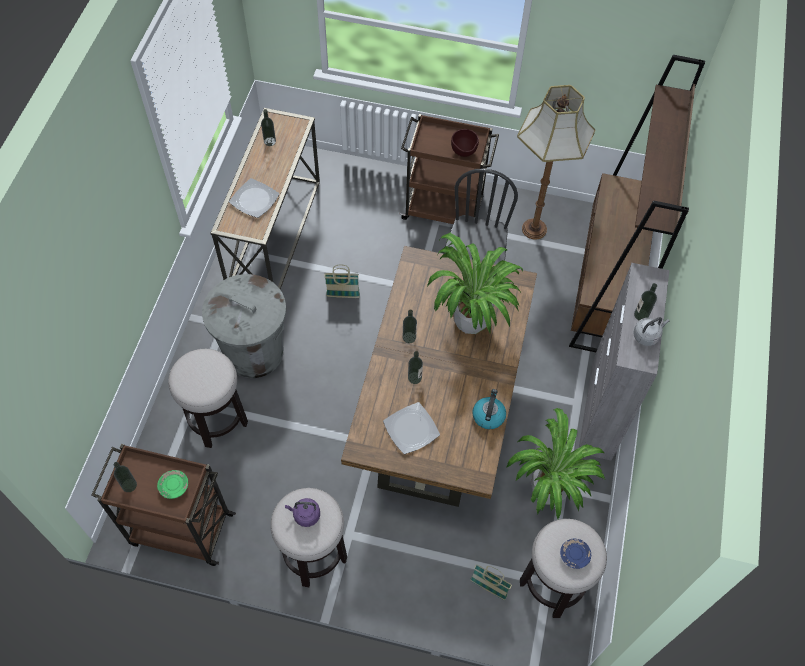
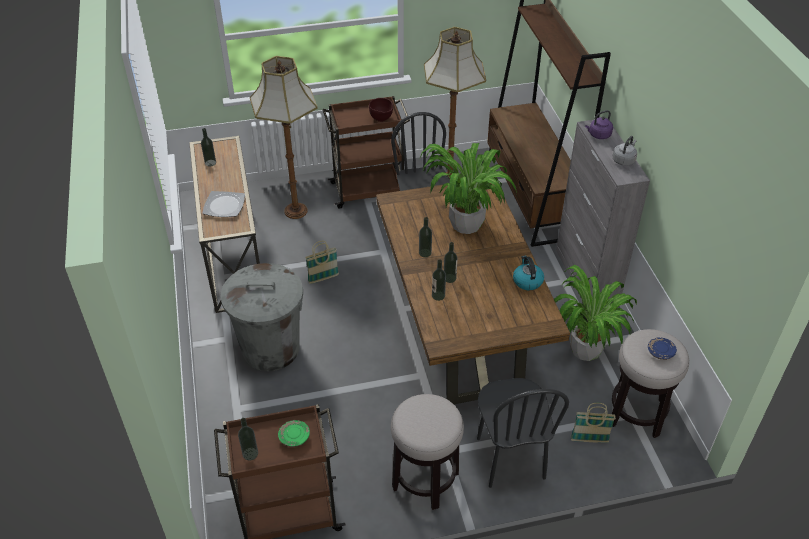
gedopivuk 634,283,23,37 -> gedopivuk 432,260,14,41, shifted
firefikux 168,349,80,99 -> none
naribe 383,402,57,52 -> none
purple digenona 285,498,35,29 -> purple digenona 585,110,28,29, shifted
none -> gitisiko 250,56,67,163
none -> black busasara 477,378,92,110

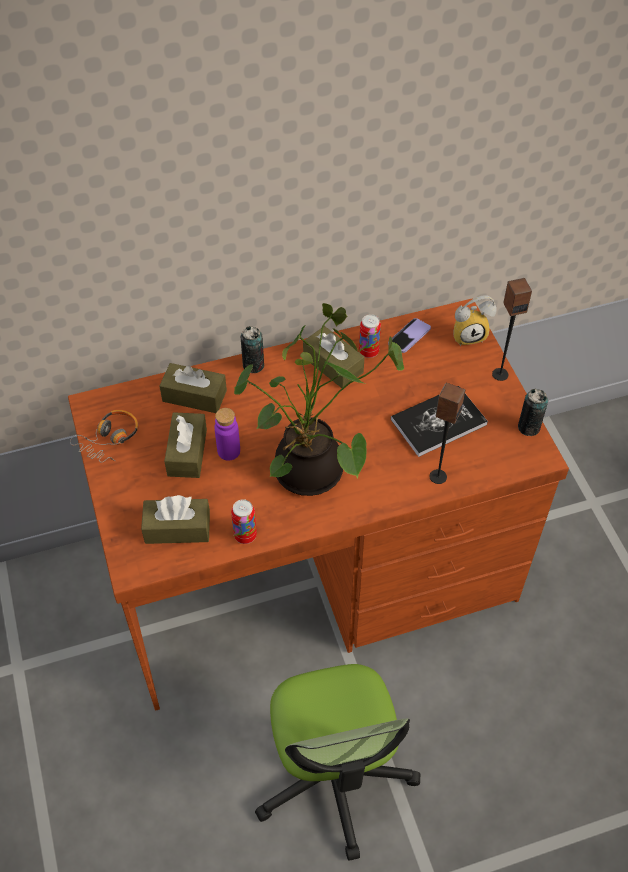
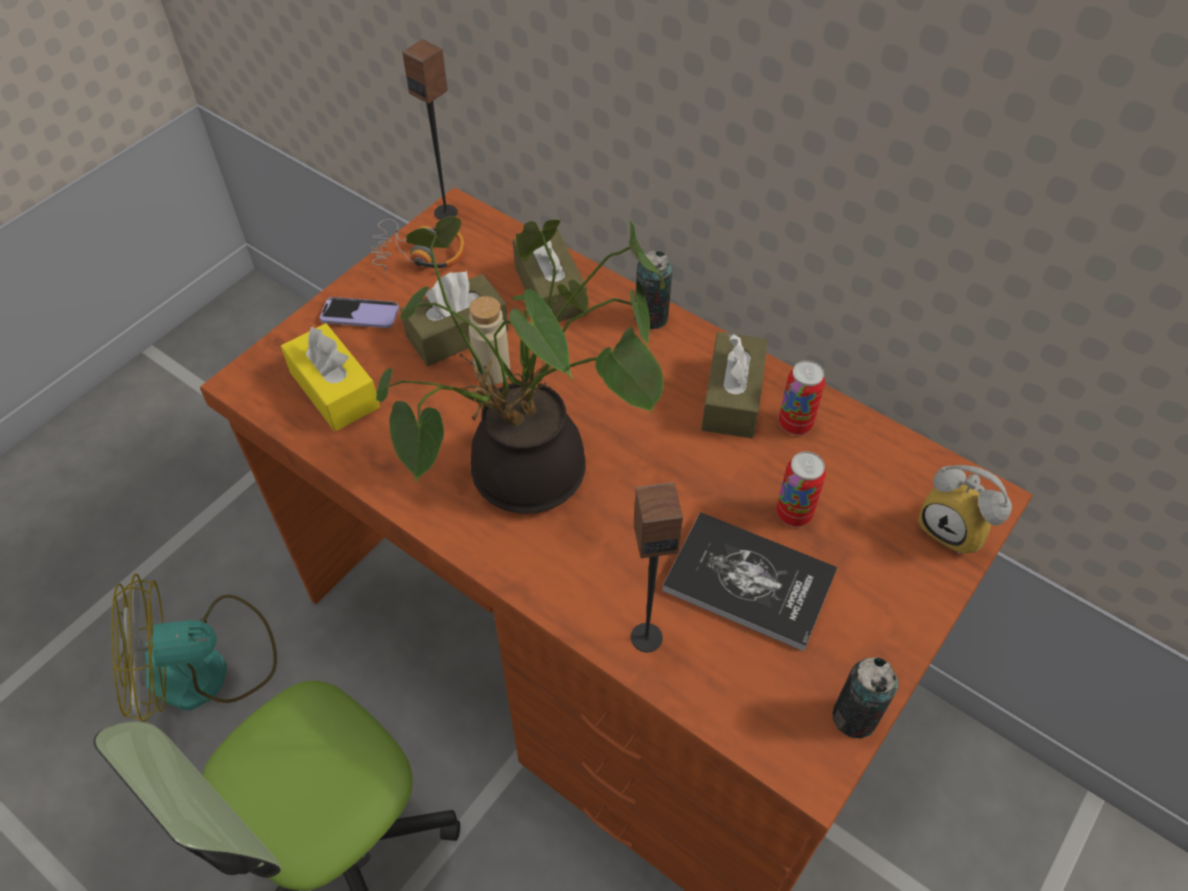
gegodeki 492,278,40,103 -> gegodeki 402,39,56,181, shifted
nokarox 388,318,43,35 -> nokarox 320,297,79,31, shifted
purple gedopivuk 214,408,26,52 -> beige gedopivuk 469,296,41,89
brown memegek 141,495,69,49 -> yellow memegek 281,323,99,108
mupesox 231,499,26,45 -> mupesox 776,451,50,76, shifted
none -> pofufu 111,574,166,148

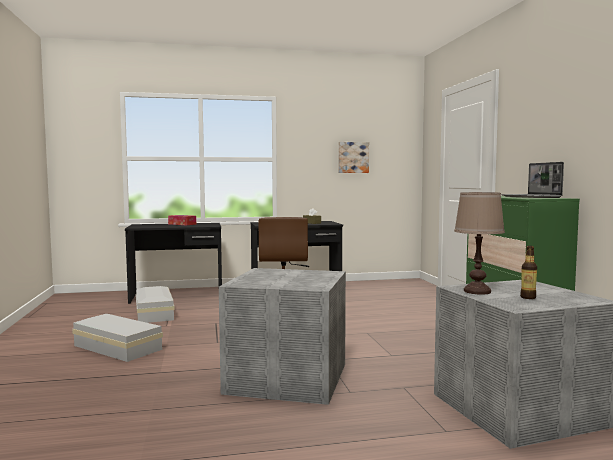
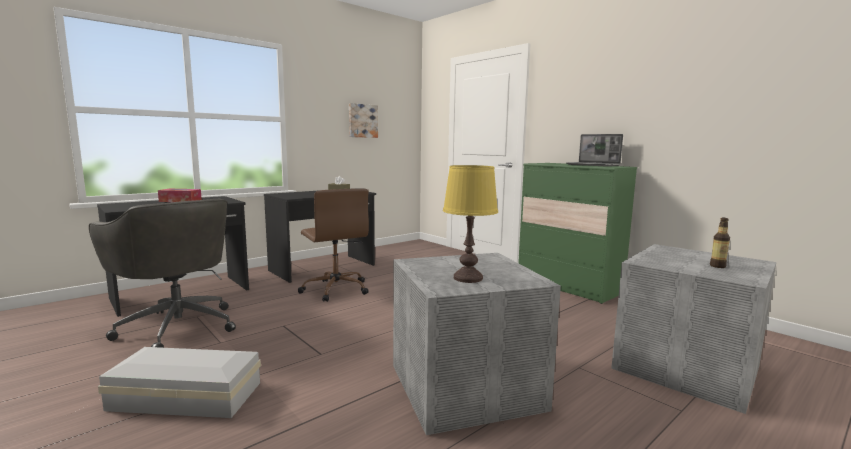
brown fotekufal 454,192,51,103 -> none
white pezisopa 136,286,39,37 -> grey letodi 89,199,147,149
none -> yellow fotekufal 443,165,55,118

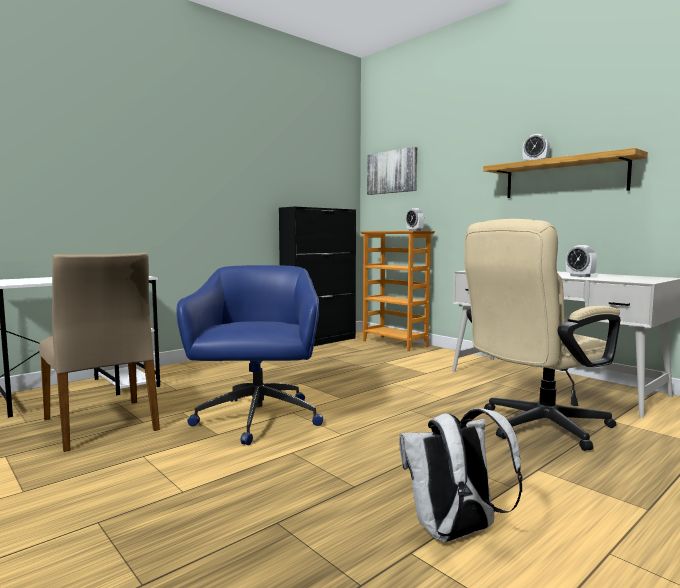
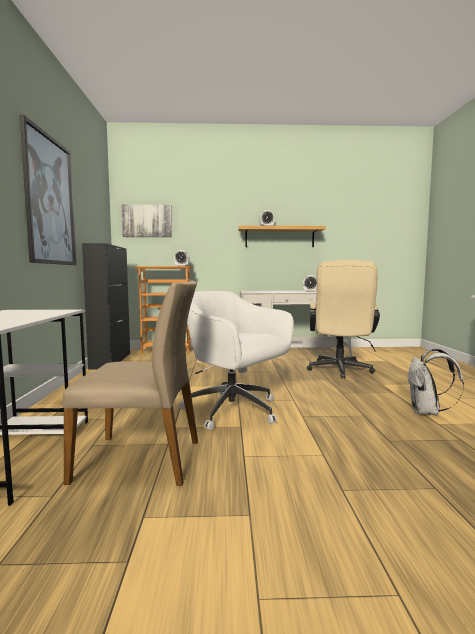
blue letodi 176,265,147,180 -> white letodi 179,291,115,139
none -> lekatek 20,115,57,150

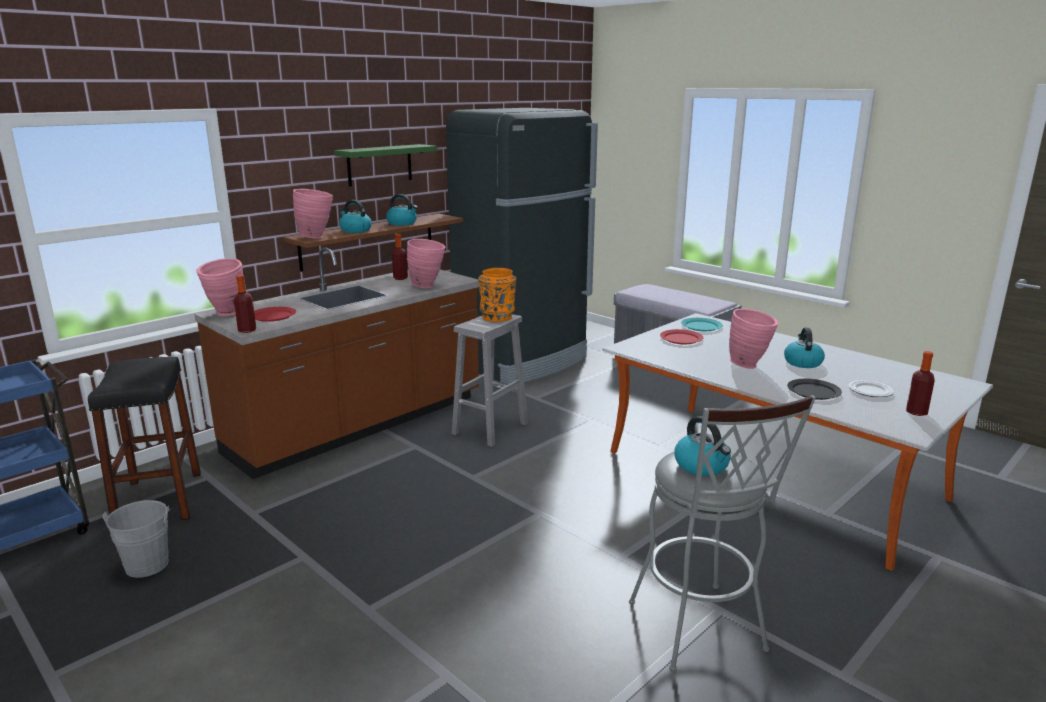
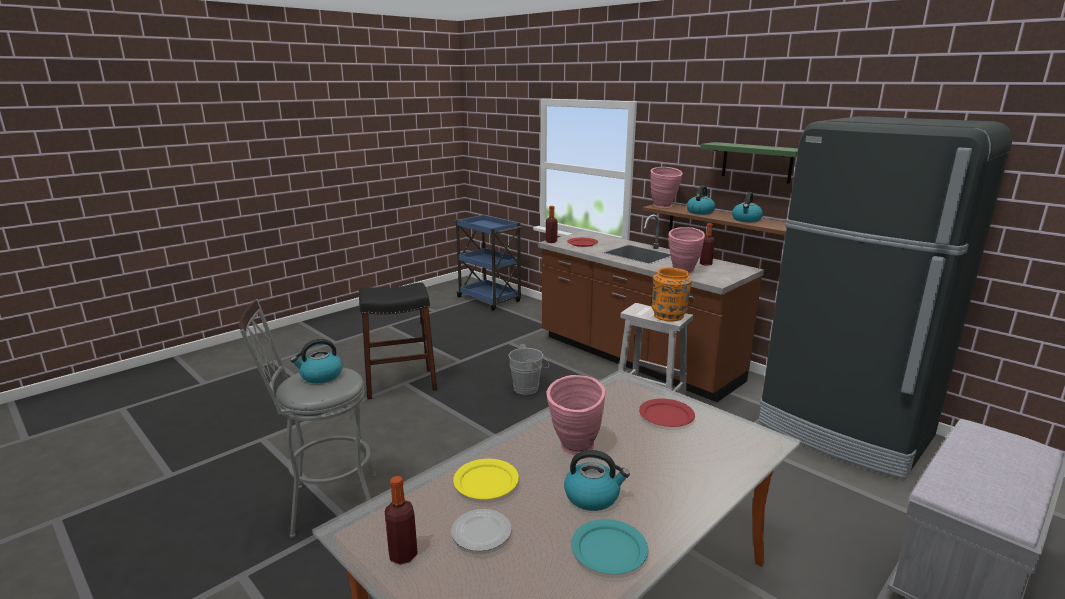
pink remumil 196,259,47,57 -> none
turquoise naribe 681,318,42,13 -> turquoise naribe 571,519,77,56, shifted
black firefikux 88,357,113,163 -> black firefikux 359,282,78,117, shifted
black naribe 787,379,55,21 -> yellow naribe 453,459,66,40
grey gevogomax 103,500,67,78 -> grey gevogomax 509,344,40,51, shifted

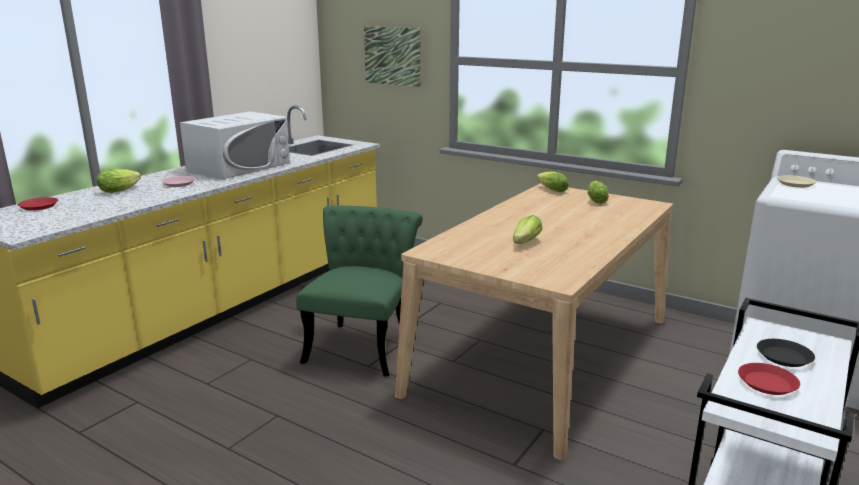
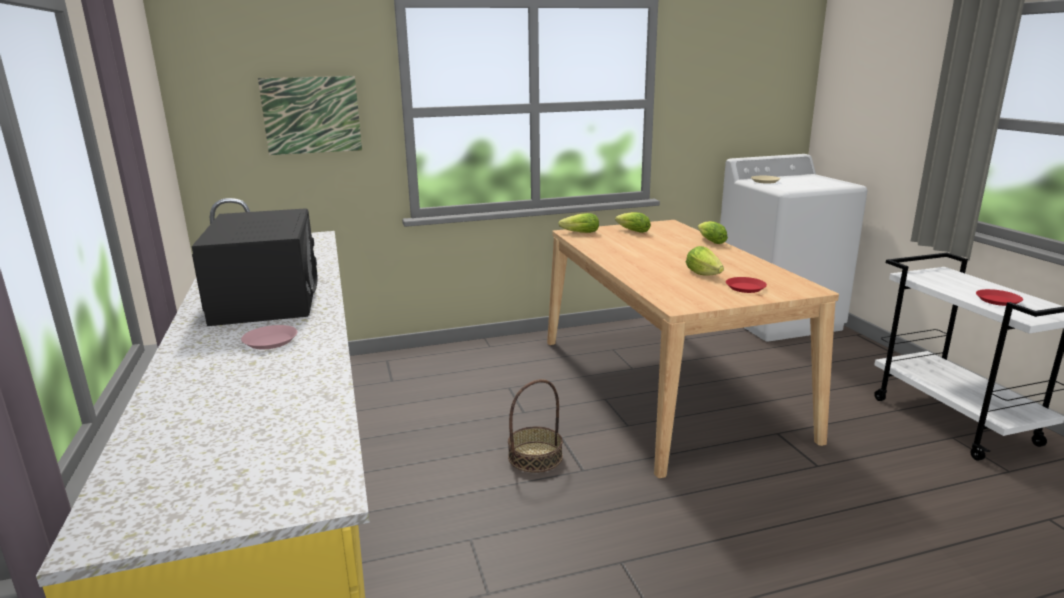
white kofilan 180,111,110,69 -> black kofilan 192,208,126,118
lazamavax 97,169,44,24 -> lazamavax 698,221,30,23, shifted
red naribe 18,197,40,14 -> red naribe 726,277,41,16, shifted
green busasara 296,205,127,172 -> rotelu 508,379,55,94
black naribe 757,339,58,28 -> none

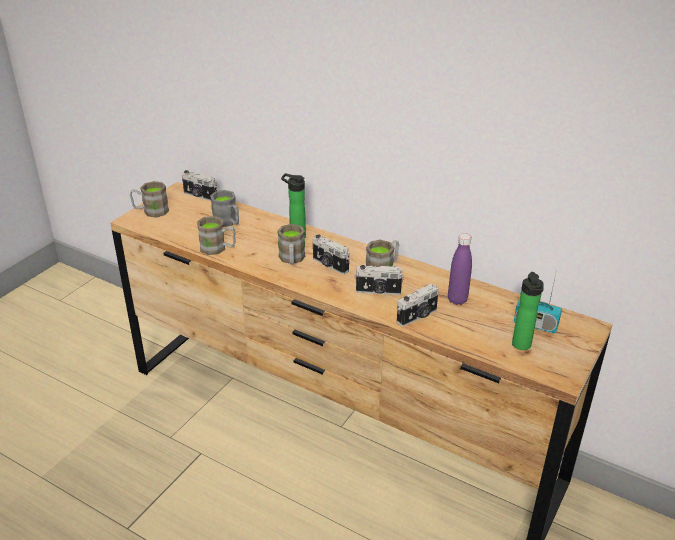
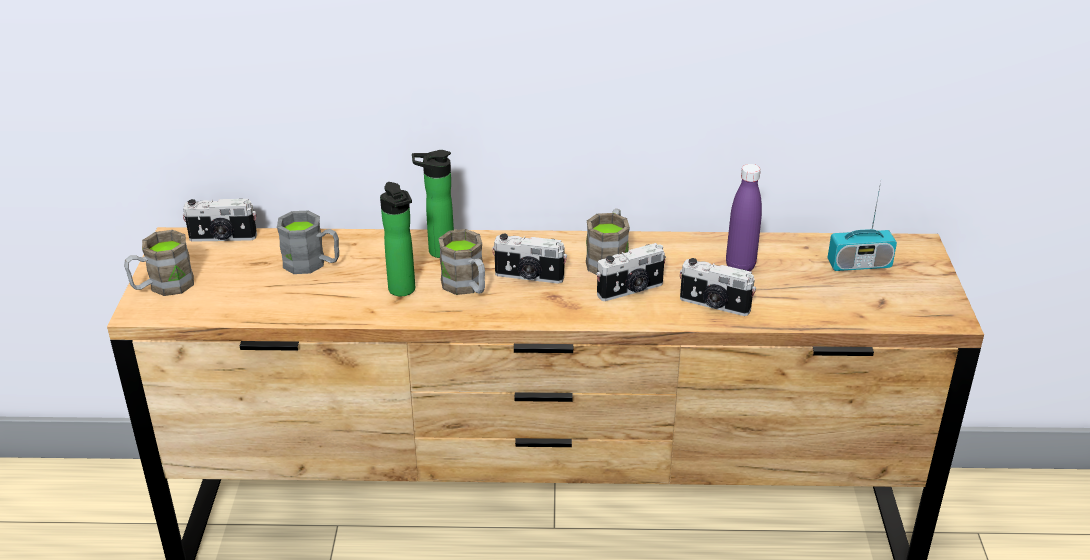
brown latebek 197,216,39,39 -> none
gedopivuk 512,272,32,78 -> gedopivuk 380,182,35,114, shifted
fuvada 397,284,42,43 -> fuvada 680,258,76,58, 90 degrees clockwise

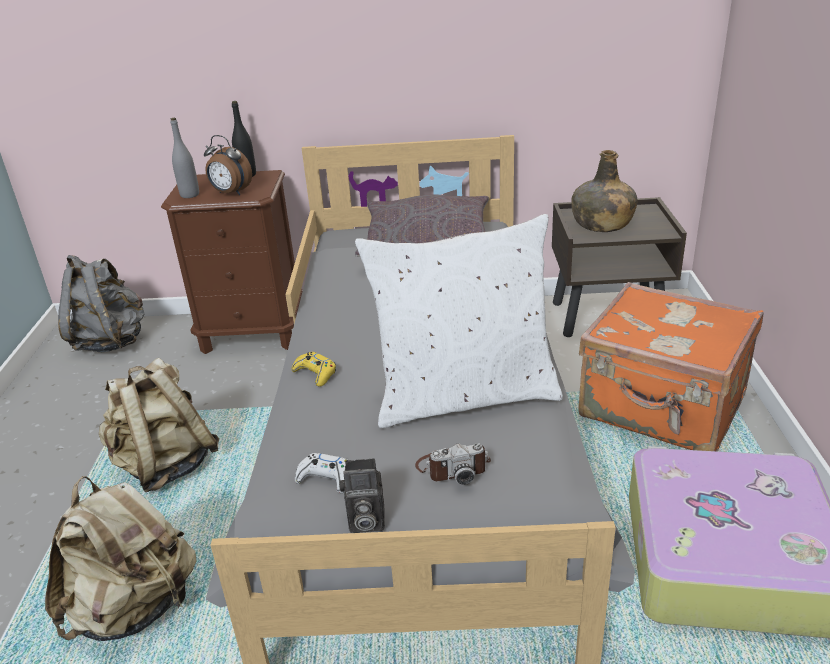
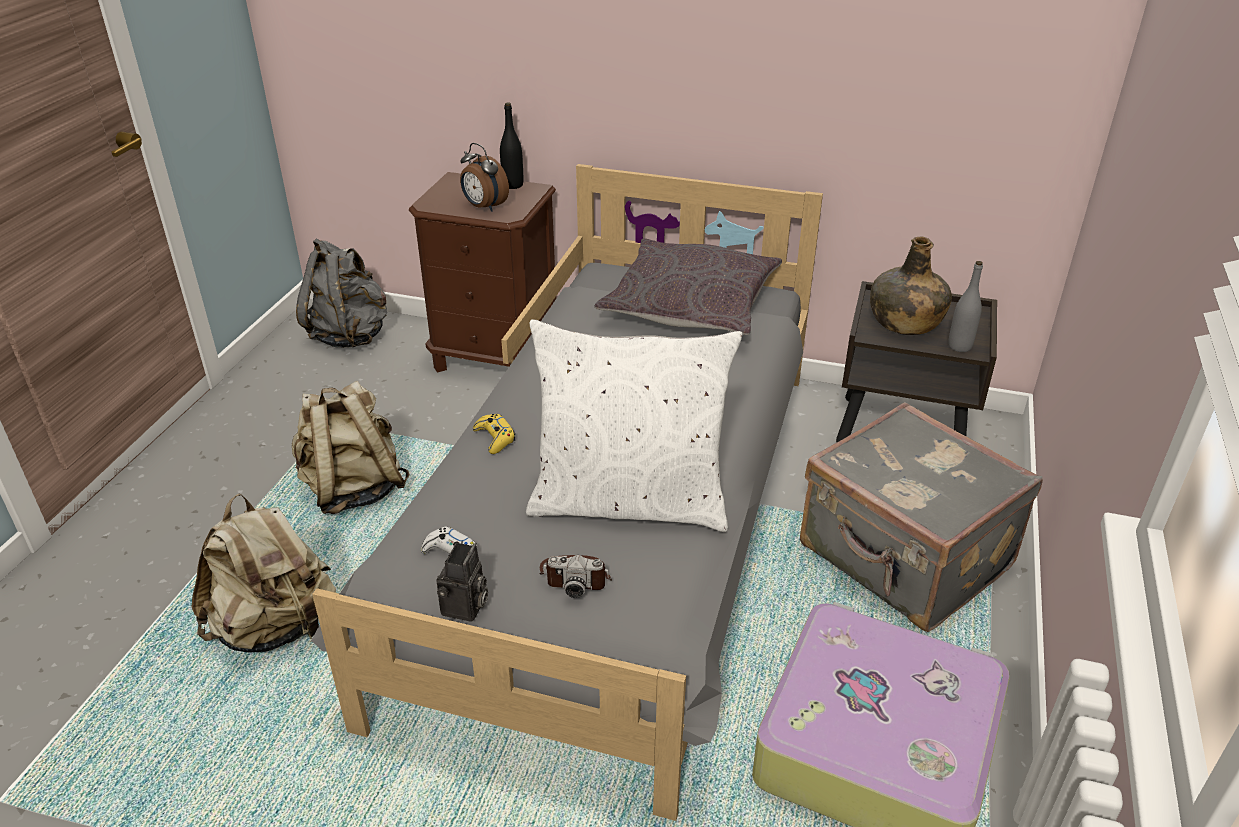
grey gedopivuk 170,118,29,80 -> grey gedopivuk 948,261,35,91, shifted
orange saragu 578,282,185,169 -> grey saragu 800,402,243,230
fuvada 340,458,45,75 -> fuvada 437,543,51,78, 90 degrees counterclockwise

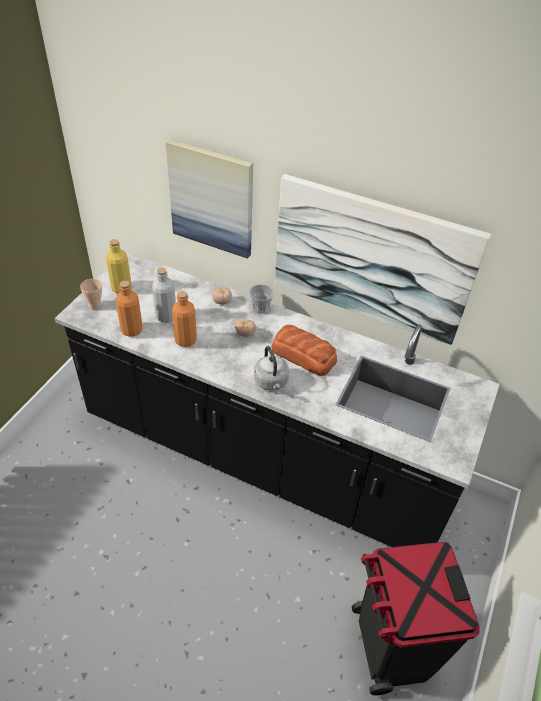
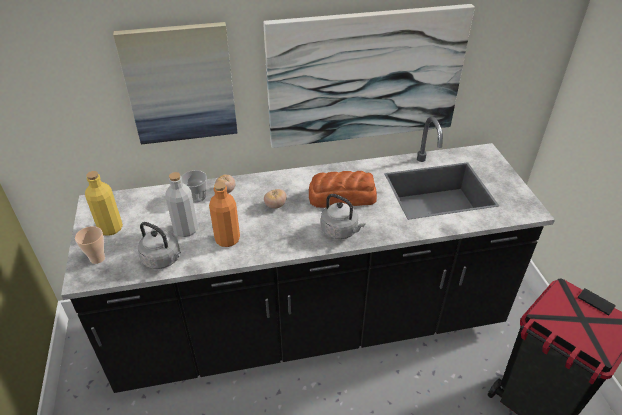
orange gedopivuk 116,281,27,56 -> grey digenona 138,222,43,47
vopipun 249,284,25,30 -> vopipun 181,170,26,33, shifted

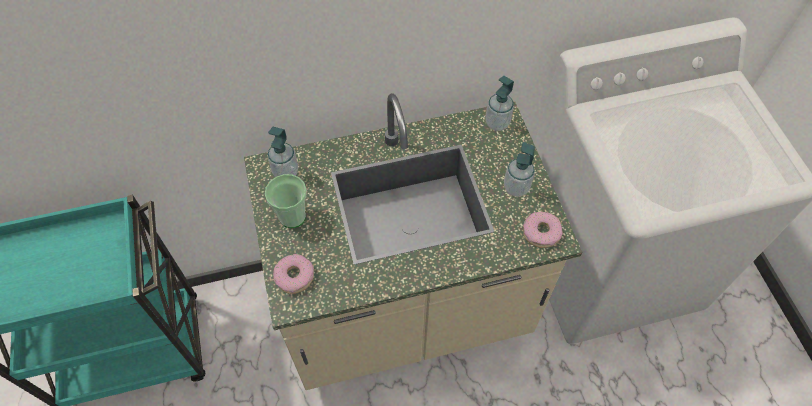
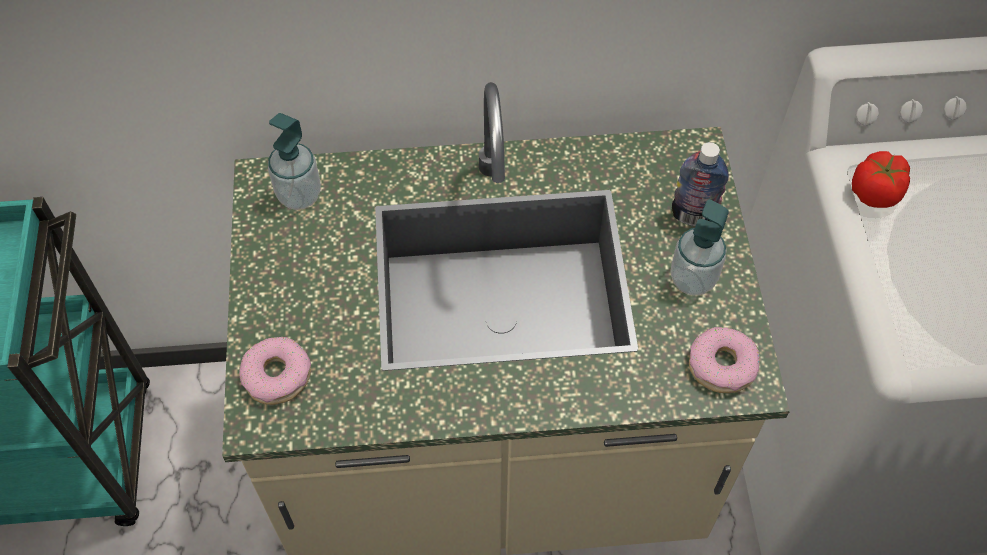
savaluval 485,76,29,55 -> none
vopipun 265,174,42,54 -> none
none -> gedopivuk 672,142,57,84
none -> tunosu 852,151,58,57

